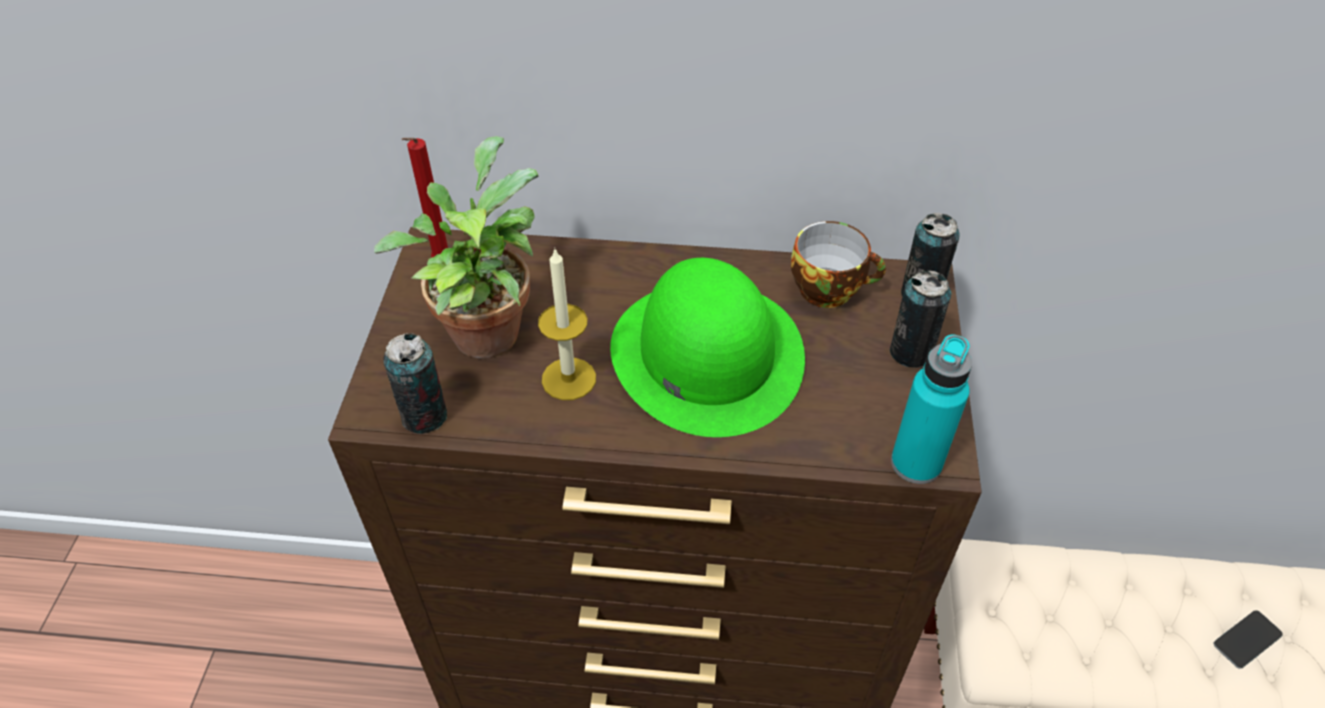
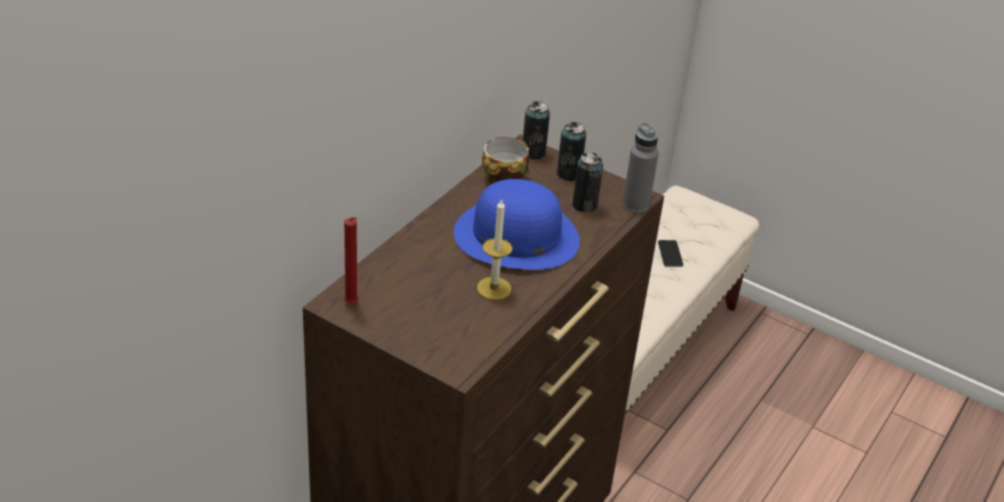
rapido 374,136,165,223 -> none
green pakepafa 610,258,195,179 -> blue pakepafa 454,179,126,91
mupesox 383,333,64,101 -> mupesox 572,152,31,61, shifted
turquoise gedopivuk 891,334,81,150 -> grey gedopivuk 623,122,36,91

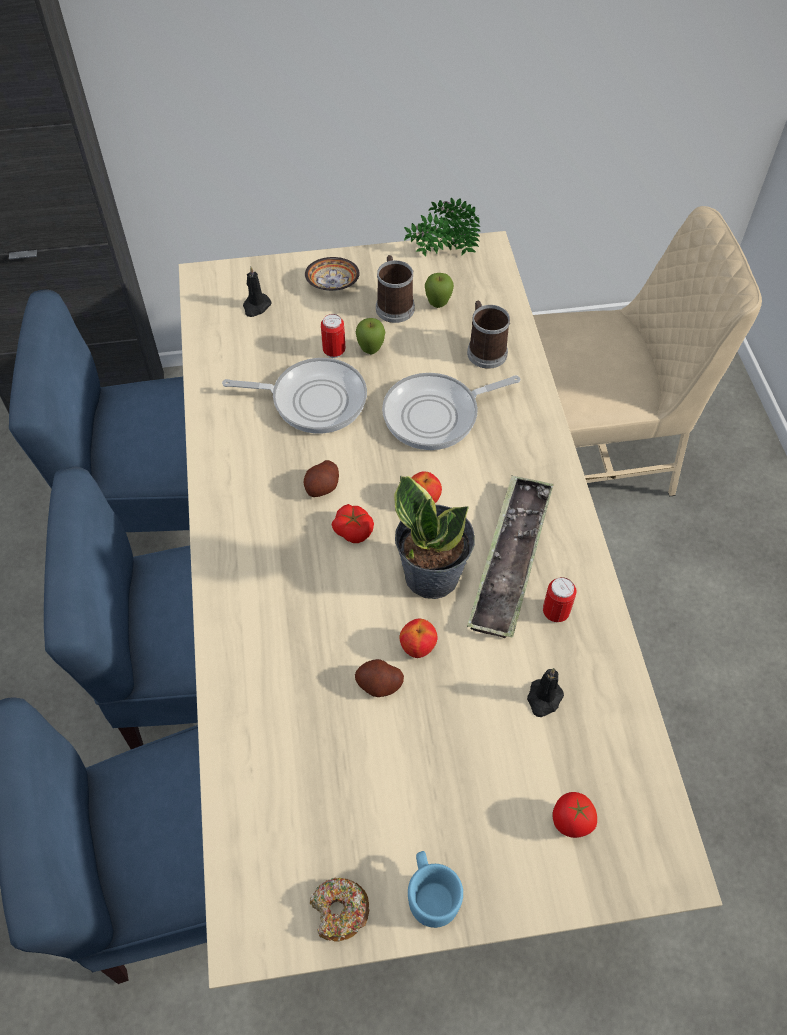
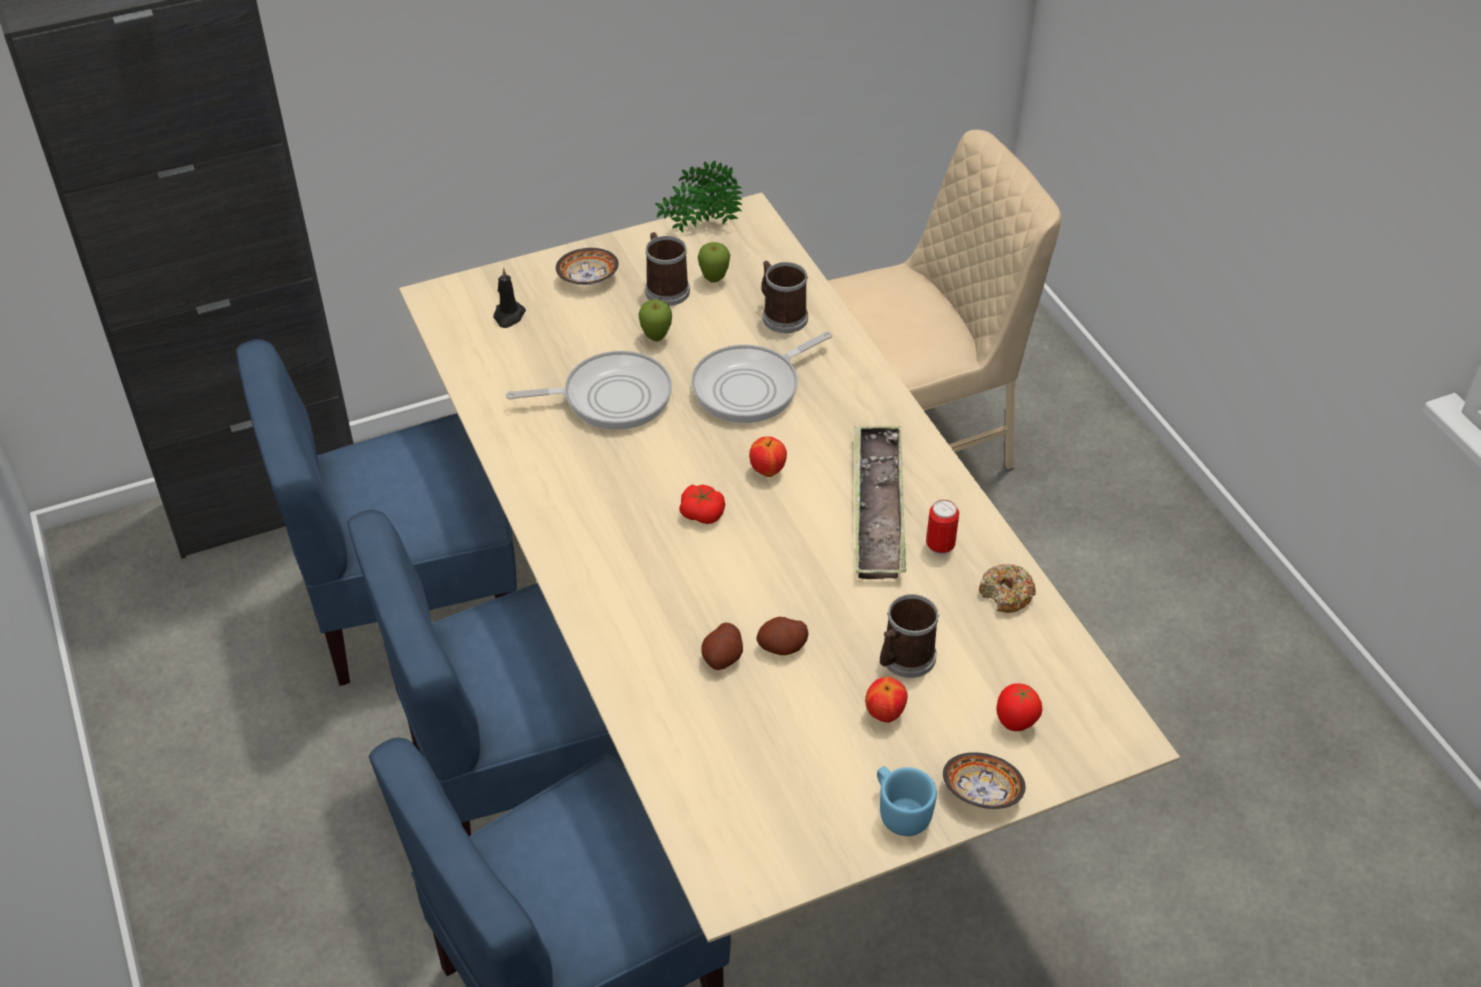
mupesox 321,314,25,44 -> none
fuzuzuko 304,460,35,37 -> fuzuzuko 701,622,42,48, shifted
rapido 394,476,81,123 -> none
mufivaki 400,619,38,39 -> mufivaki 865,677,43,46, shifted
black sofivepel 527,668,37,49 -> none
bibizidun 310,877,60,64 -> bibizidun 979,564,57,49, shifted
none -> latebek 880,594,59,84
none -> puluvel 943,752,83,57

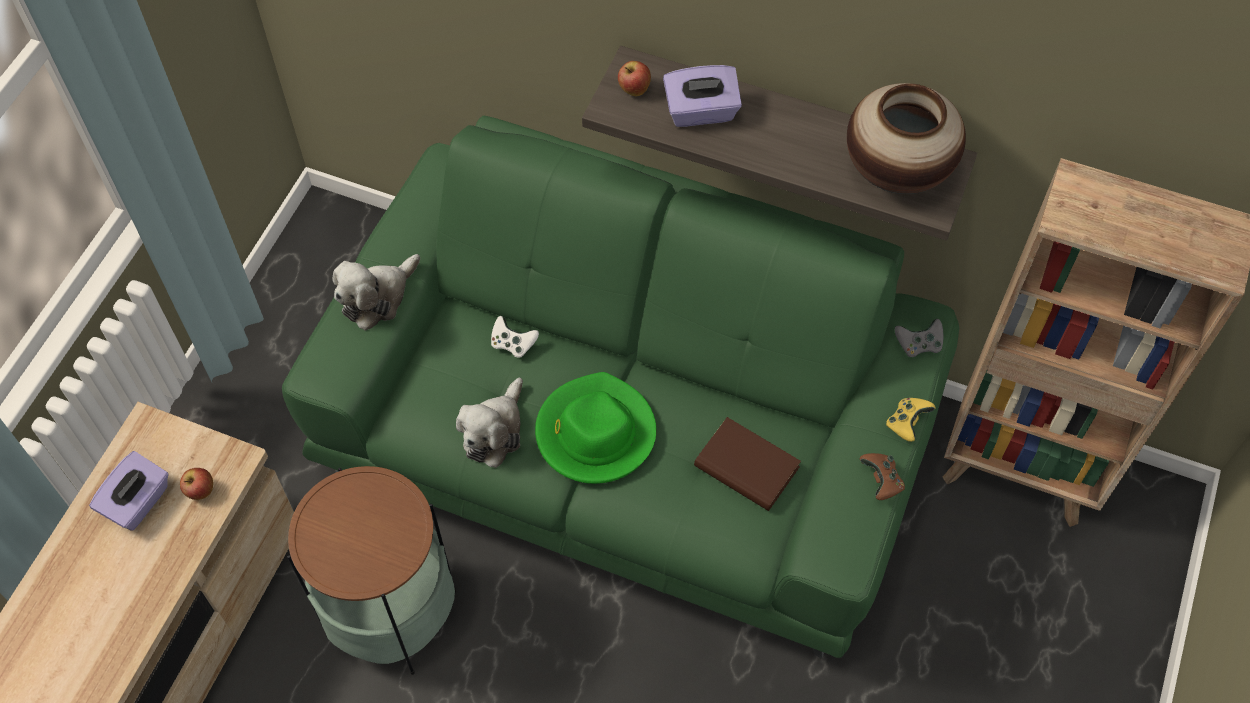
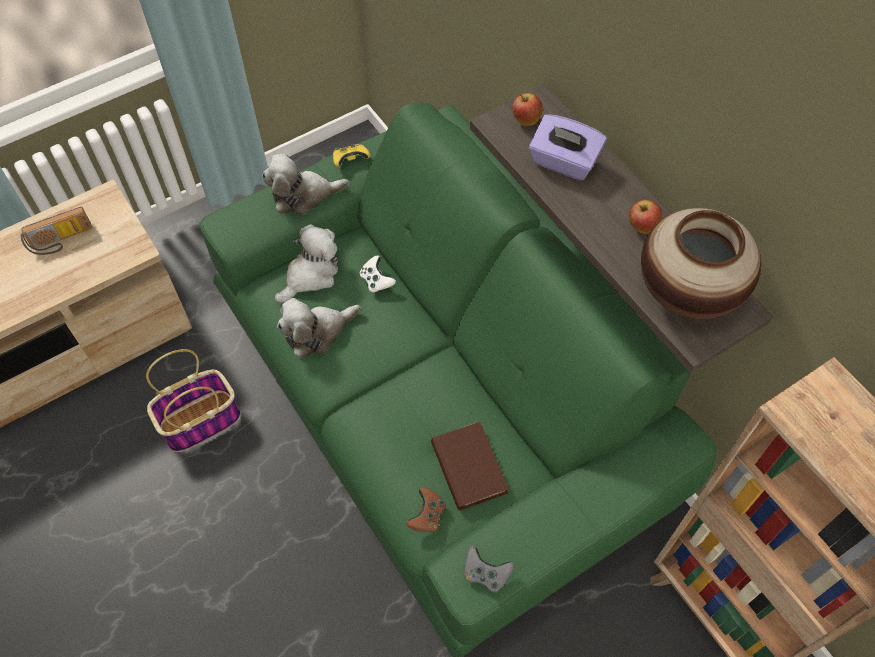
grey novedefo 895,319,49,38 -> grey novedefo 464,546,50,46, shifted
green pakepafa 535,372,121,112 -> none
yellow novedefo 886,398,50,44 -> yellow novedefo 333,144,37,23, shifted
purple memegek 89,451,80,79 -> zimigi 21,207,71,48
brown novedefo 860,453,45,47 -> brown novedefo 406,487,40,45, shifted
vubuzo 287,466,169,209 -> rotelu 146,349,95,103
mufivaki 180,468,33,32 -> mufivaki 629,199,33,35, shifted
none -> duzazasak 275,224,63,79

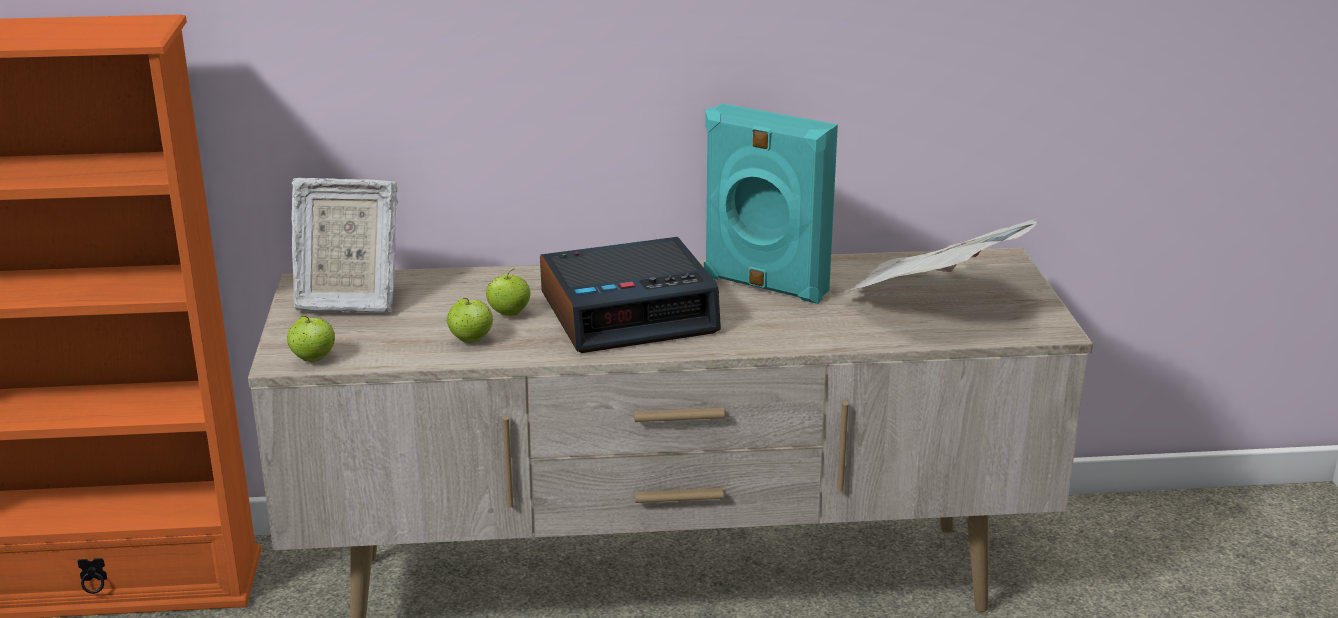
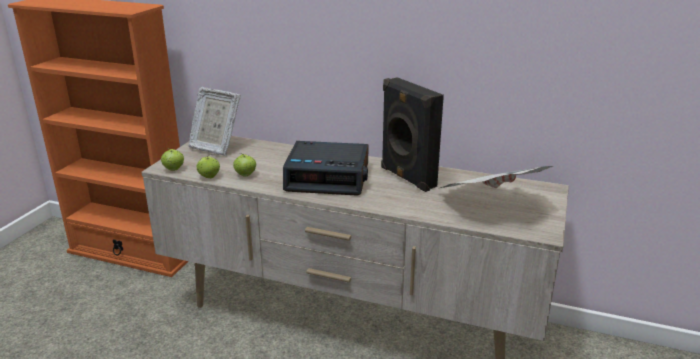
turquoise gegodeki 704,103,134,201 -> black gegodeki 381,77,63,115
mufivaki 486,268,44,48 -> mufivaki 197,154,23,24, shifted

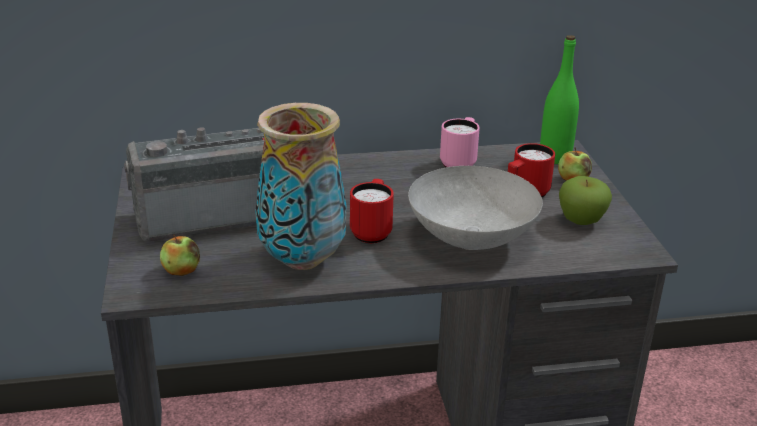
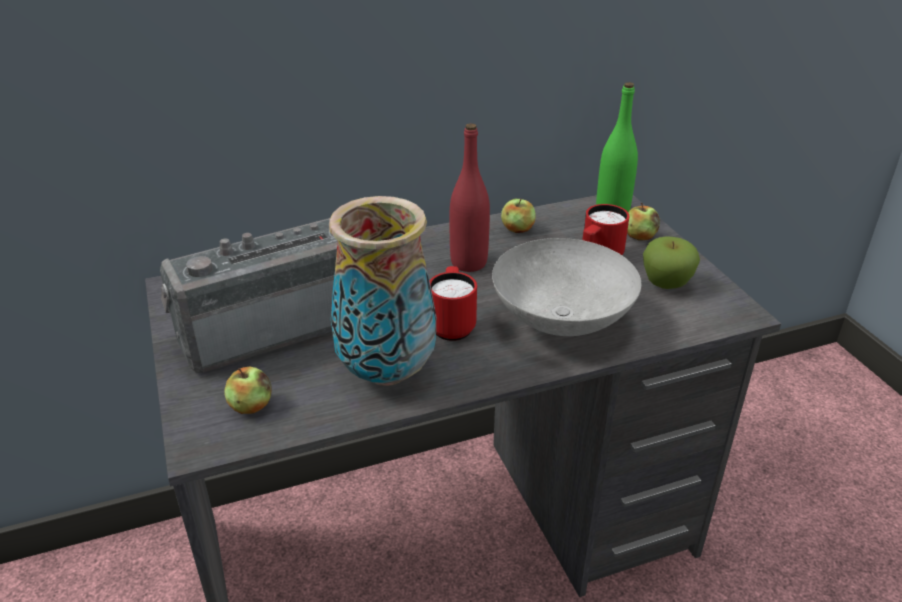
pink latebek 440,117,40,50 -> mufivaki 501,199,35,34
none -> red gedopivuk 449,123,41,149

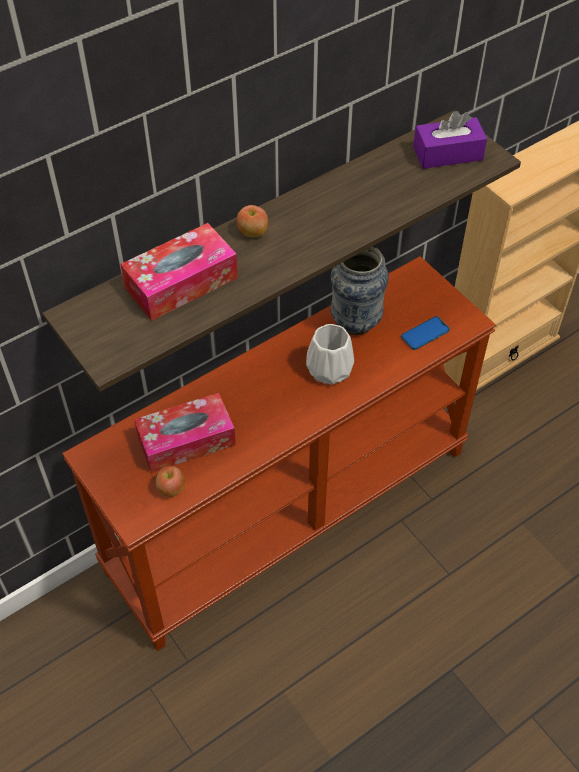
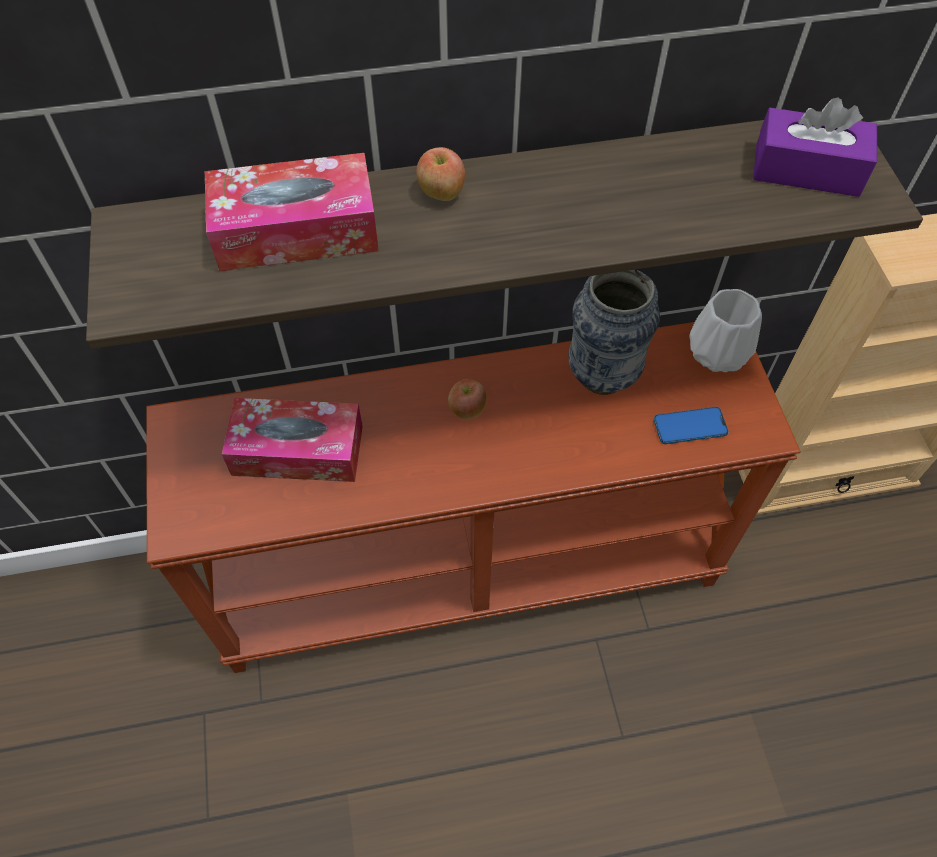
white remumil 306,324,48,61 -> white remumil 689,289,73,83, shifted
mufivaki 156,466,29,31 -> mufivaki 448,379,39,40, shifted

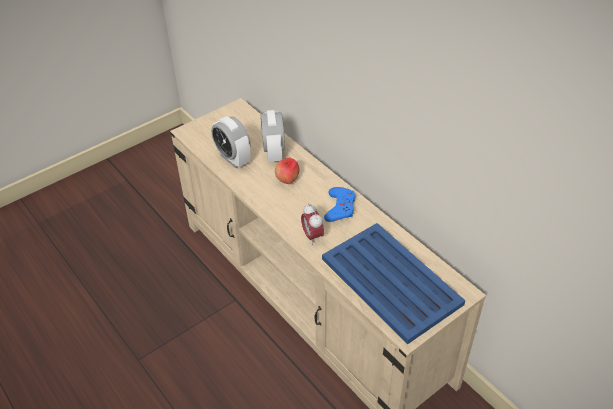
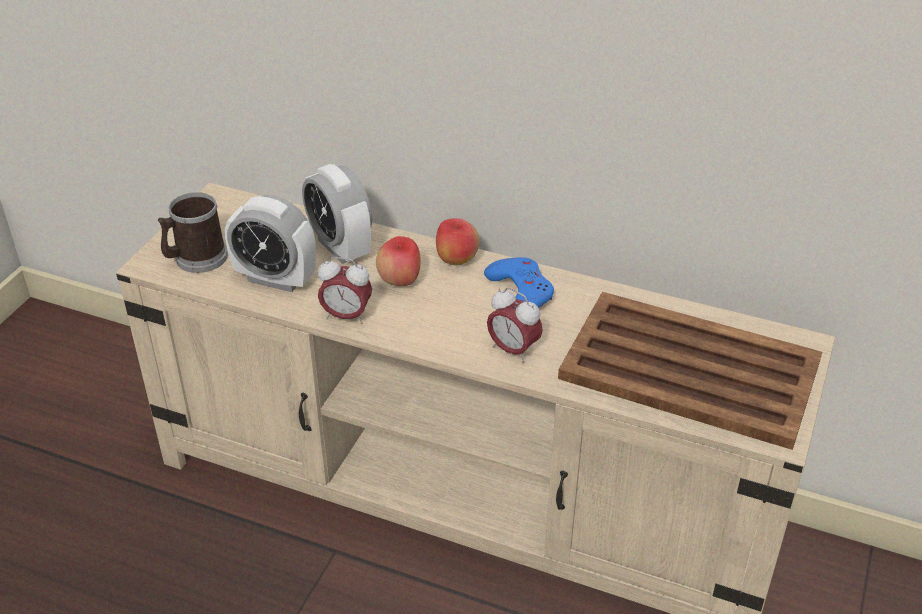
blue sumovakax 322,223,143,121 -> brown sumovakax 558,292,264,158
none -> latebek 158,192,70,81
none -> mufivaki 436,218,44,48
none -> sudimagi 318,257,54,67

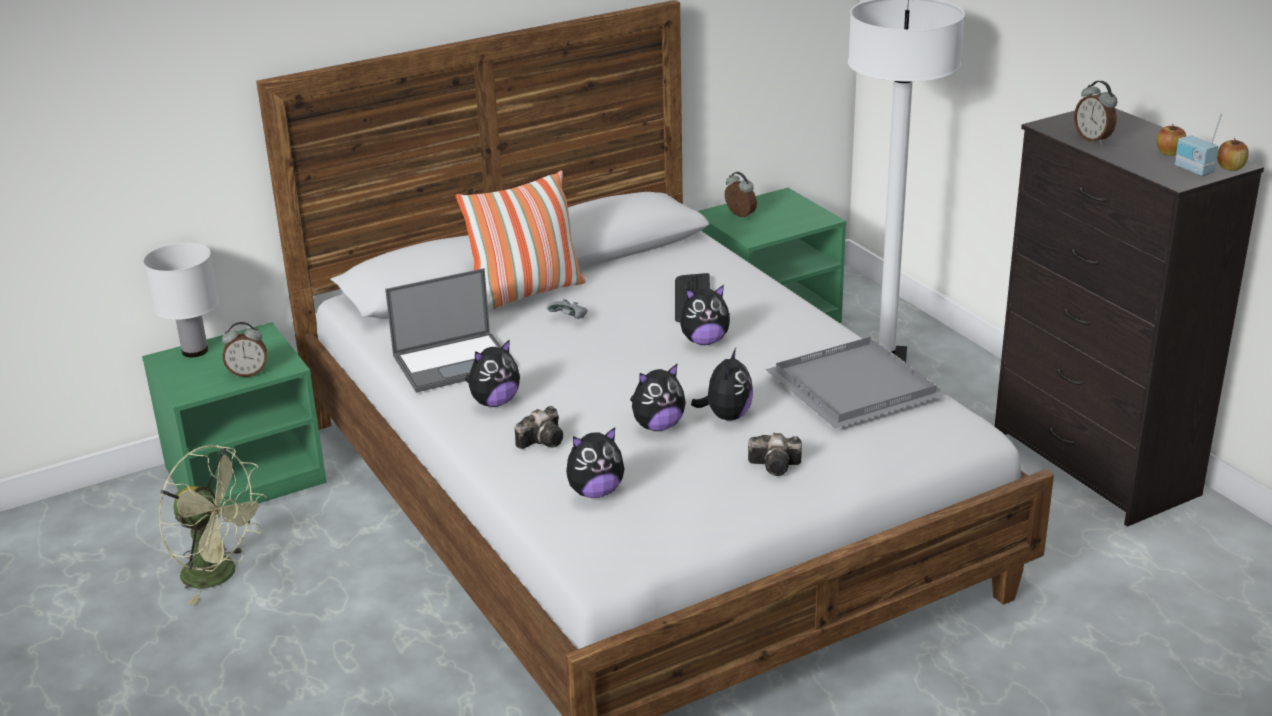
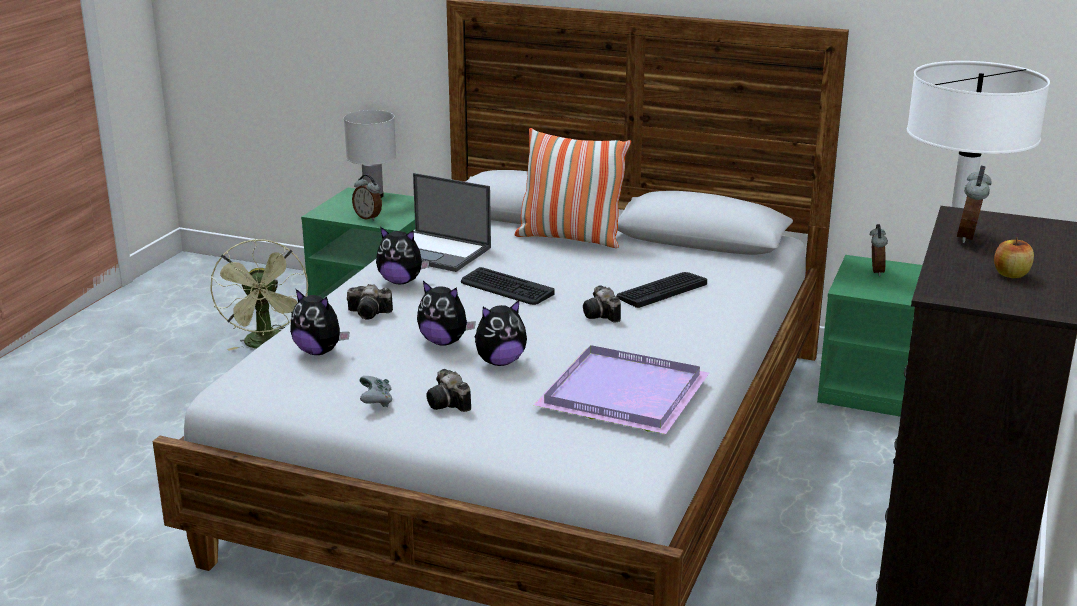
zimigi 1175,114,47,62 -> none
mufivaki 1217,138,31,33 -> none
duzazasak 680,285,51,60 -> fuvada 583,285,38,38
grey novedefo 547,299,41,20 -> grey novedefo 360,376,32,31, shifted
grey sumovakax 765,337,182,92 -> purple sumovakax 534,345,175,89
none -> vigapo 461,267,94,38

